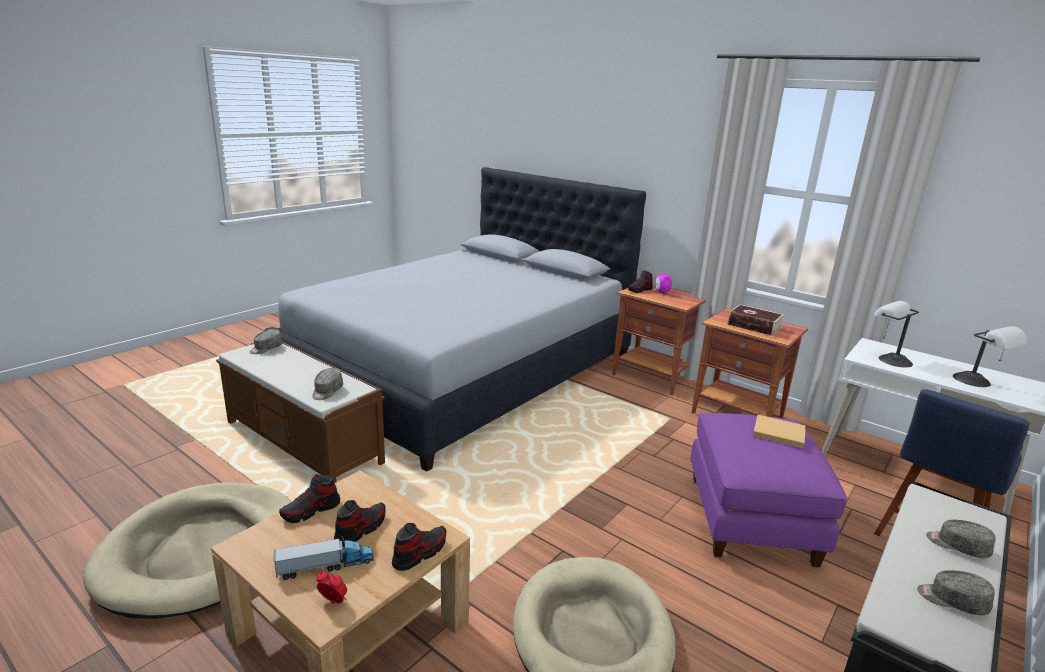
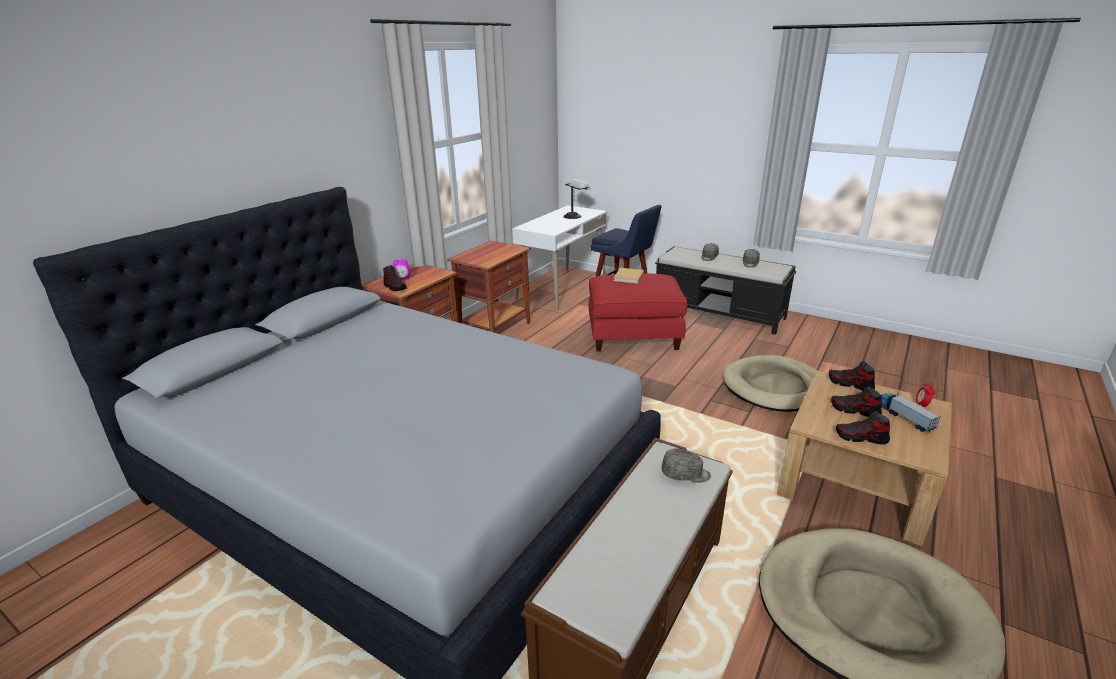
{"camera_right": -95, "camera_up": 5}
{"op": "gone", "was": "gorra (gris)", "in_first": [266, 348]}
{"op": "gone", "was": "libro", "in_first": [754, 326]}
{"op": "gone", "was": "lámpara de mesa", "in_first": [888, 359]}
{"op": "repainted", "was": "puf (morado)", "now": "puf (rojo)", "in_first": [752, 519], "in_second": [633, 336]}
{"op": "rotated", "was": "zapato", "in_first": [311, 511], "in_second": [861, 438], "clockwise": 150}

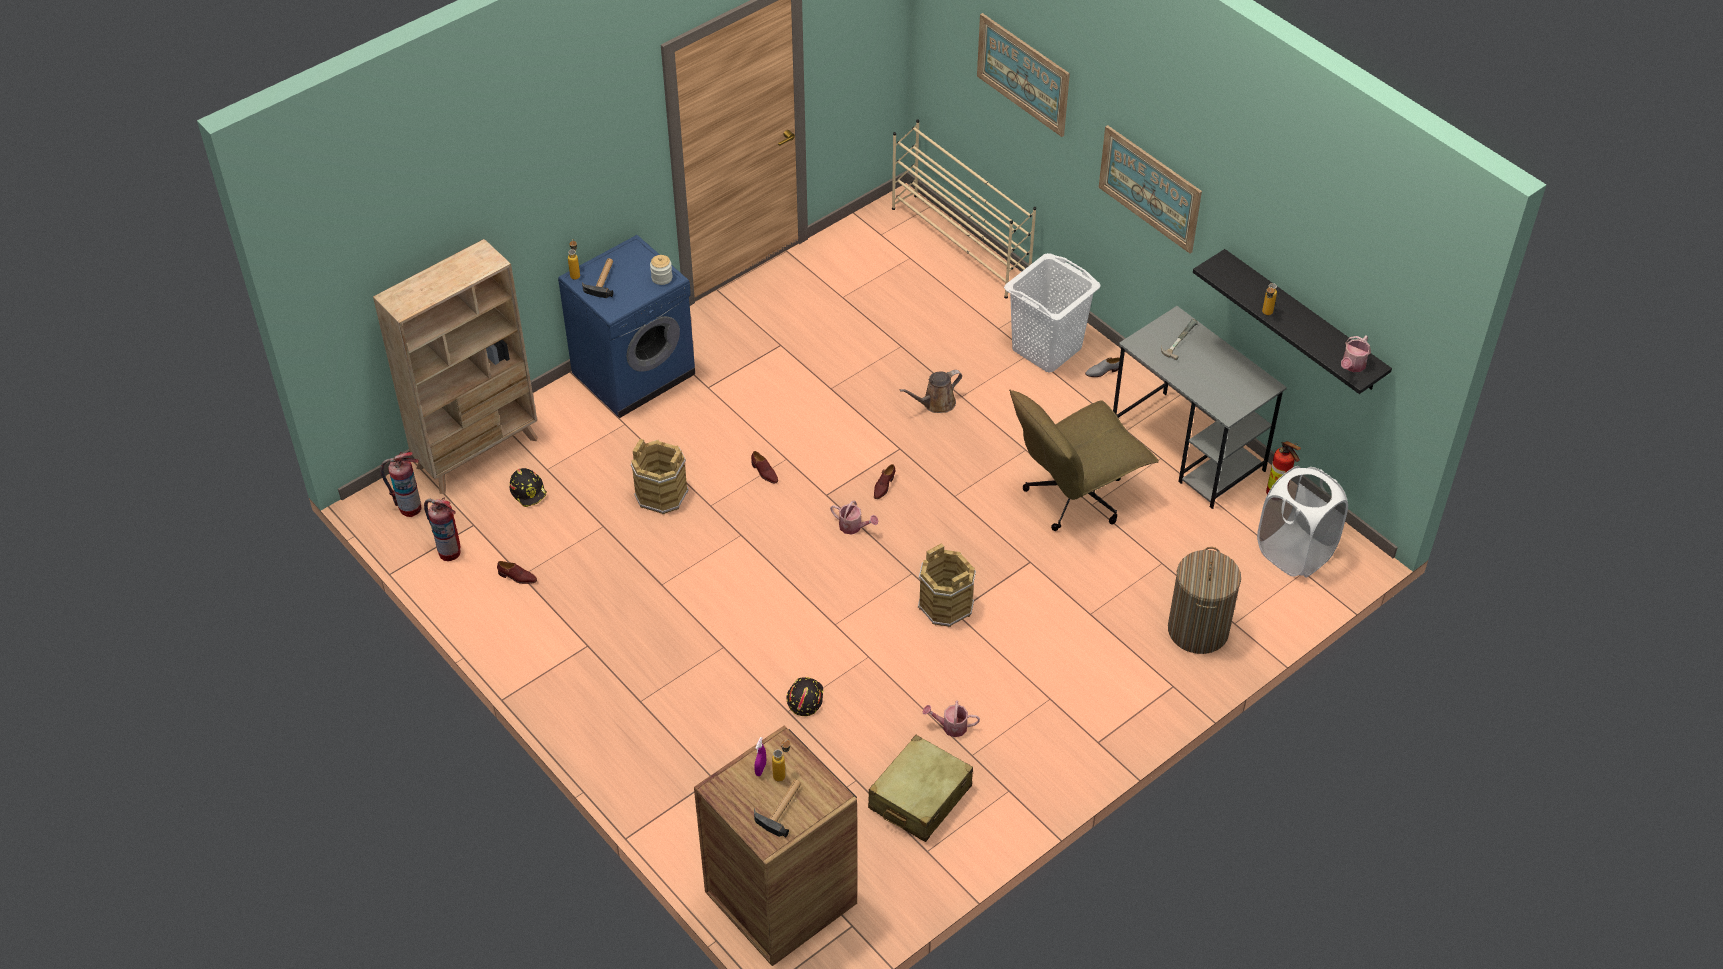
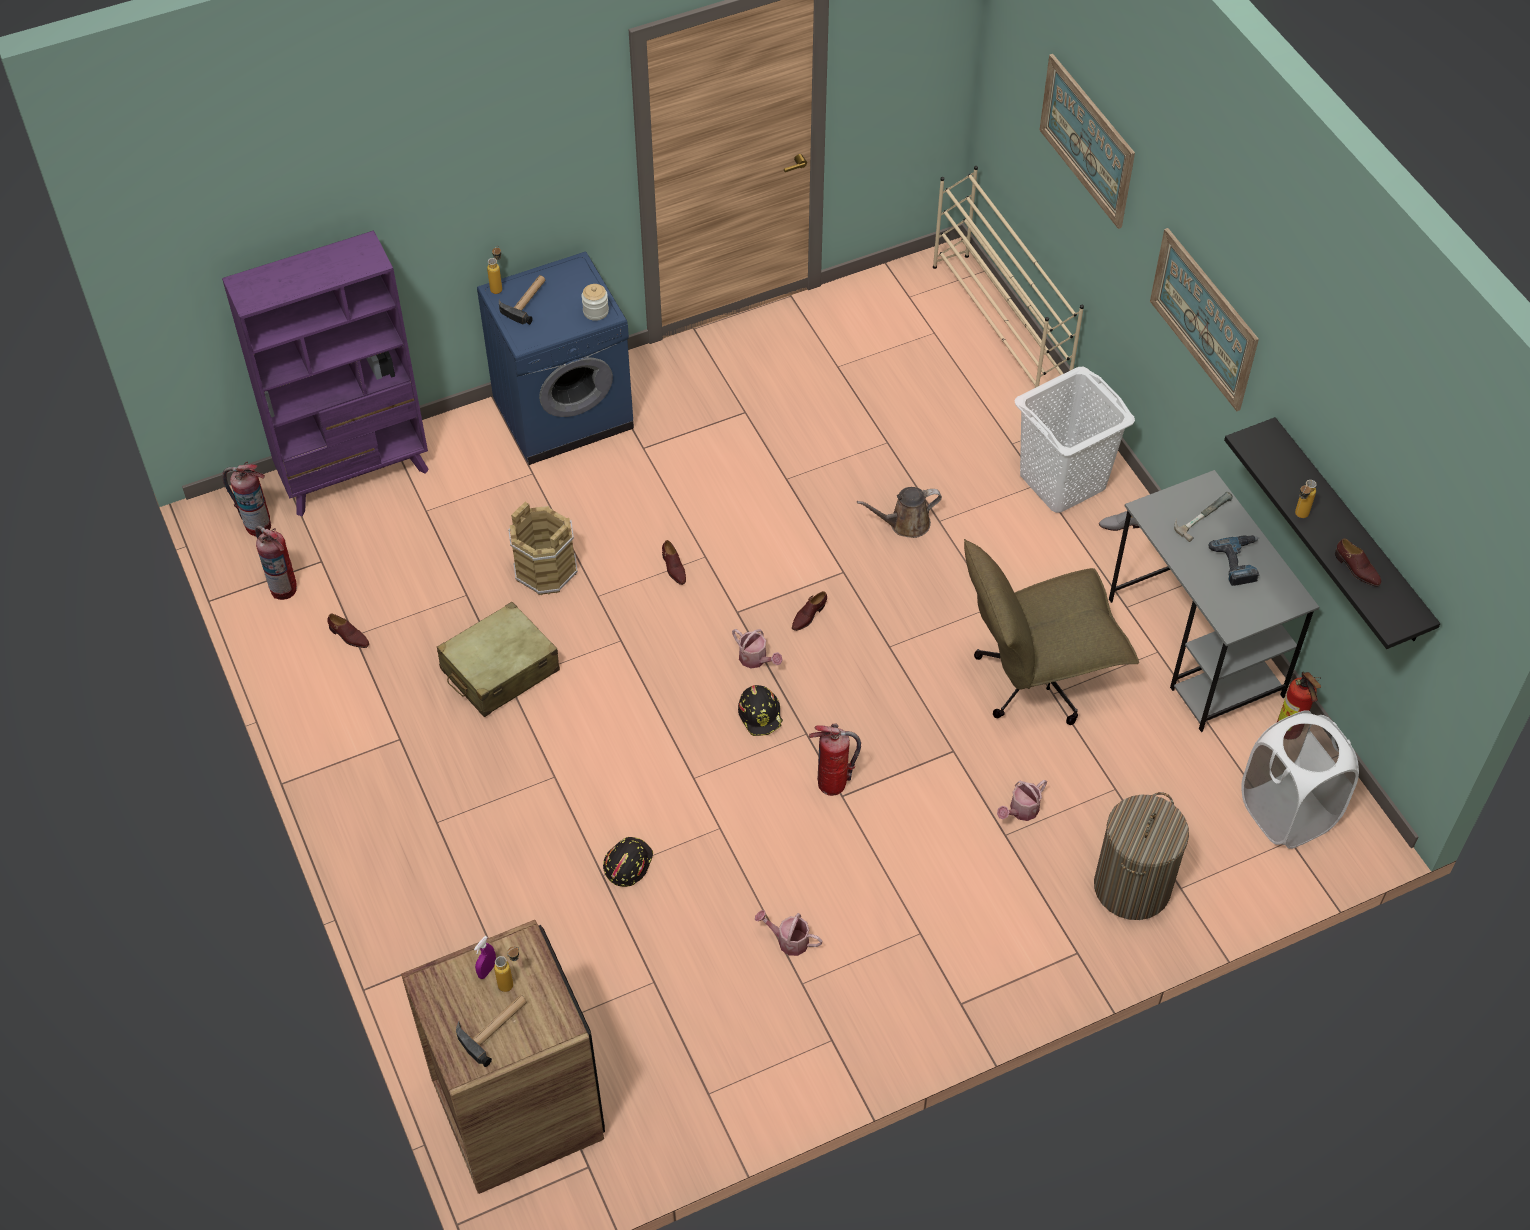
{"camera_right": 15, "camera_up": 5}
{"op": "new", "now": "taladro", "in_second": [1239, 562]}
{"op": "new", "now": "zapato (marrón)", "in_second": [1356, 569]}
{"op": "shifted", "was": "casco (negro)", "in_first": [528, 491], "in_second": [761, 714]}
{"op": "shifted", "was": "maleta (beis)", "in_first": [919, 798], "in_second": [499, 670]}
{"op": "shifted", "was": "regadera", "in_first": [1352, 366], "in_second": [1021, 811]}
{"op": "swapped", "was": "cubo (marrón)", "now": "extintor", "in_first": [945, 605], "in_second": [832, 784]}
{"op": "repainted", "was": "estantería (beis)", "now": "estantería (morado)", "in_first": [478, 453], "in_second": [356, 474]}

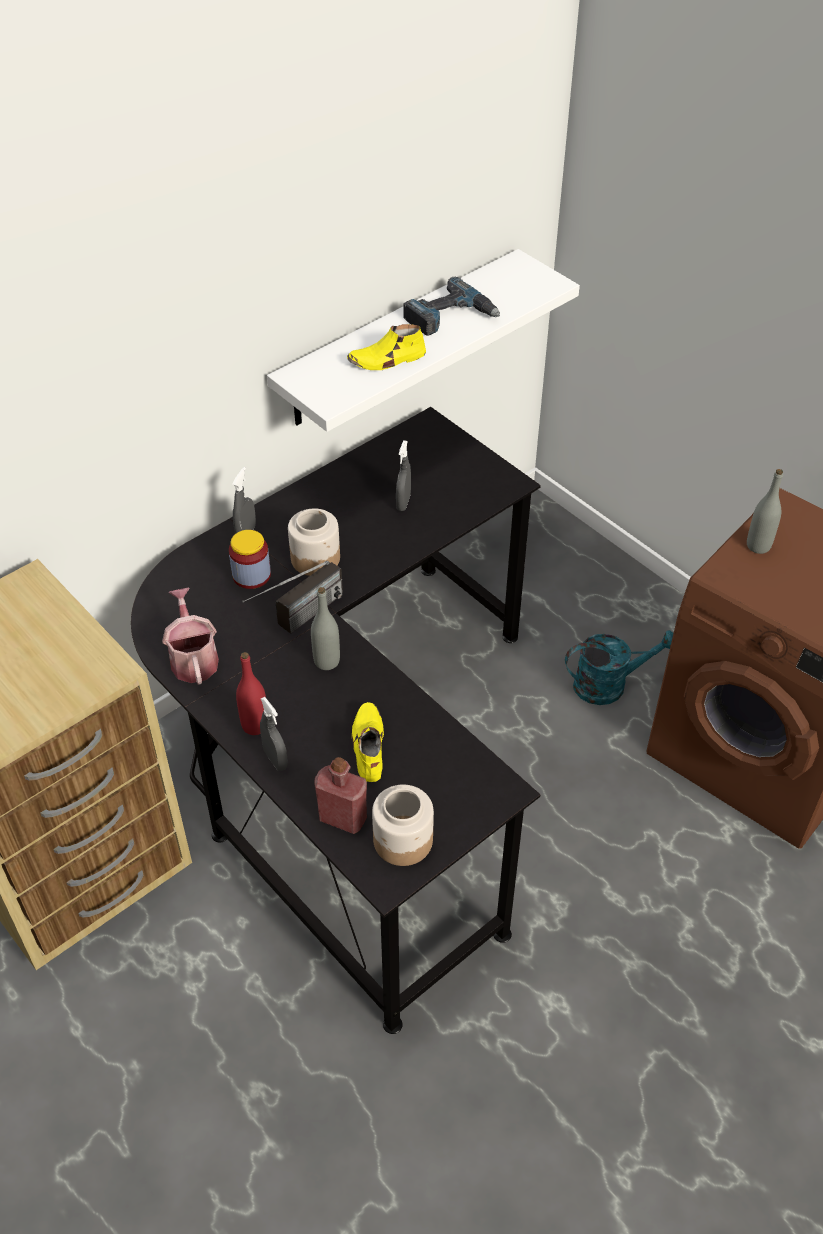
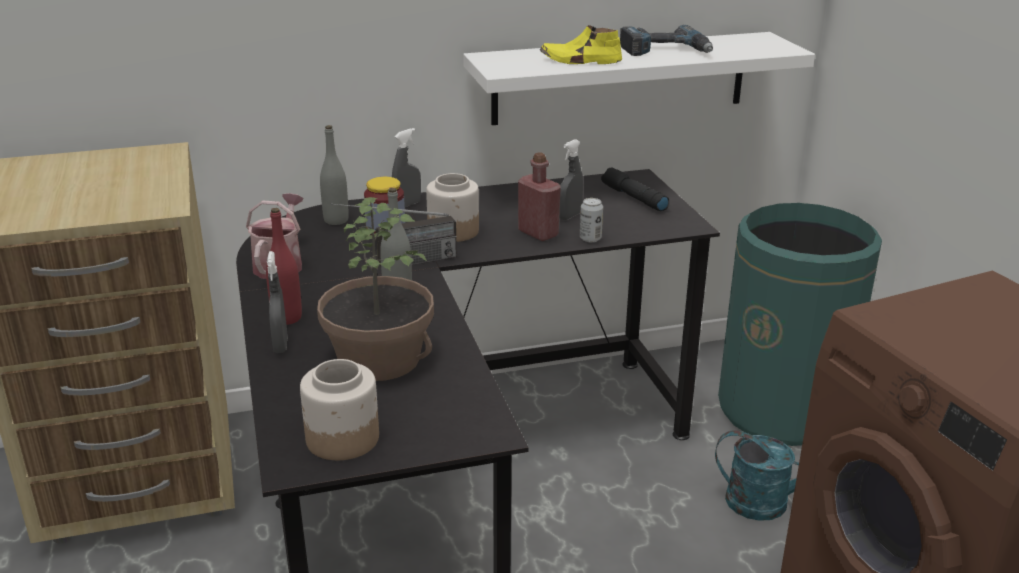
{"camera_right": 25, "camera_up": -20}
{"op": "new", "now": "lata", "in_second": [590, 238]}
{"op": "new", "now": "linterna (negro)", "in_second": [633, 198]}
{"op": "new", "now": "papelera (verde)", "in_second": [782, 410]}
{"op": "shifted", "was": "botella (rojo)", "in_first": [343, 818], "in_second": [538, 233]}
{"op": "shifted", "was": "botella (gris)", "in_first": [758, 546], "in_second": [336, 220]}
{"op": "swapped", "was": "zapato (amarillo)", "now": "planta en maceta", "in_first": [368, 746], "in_second": [378, 360]}

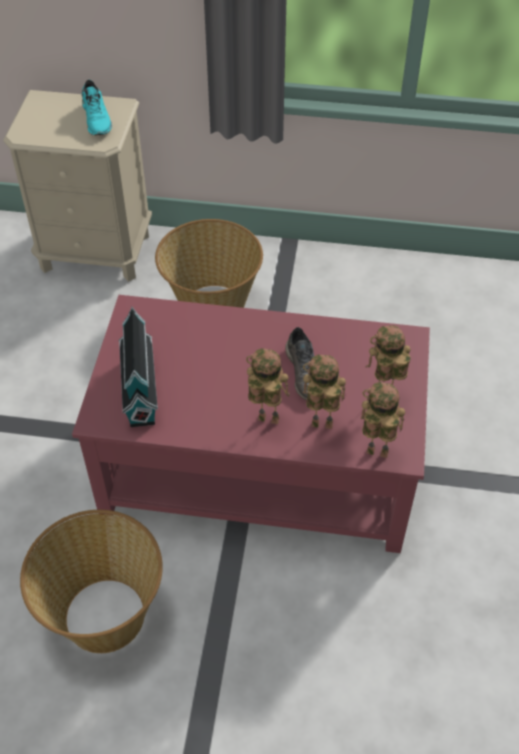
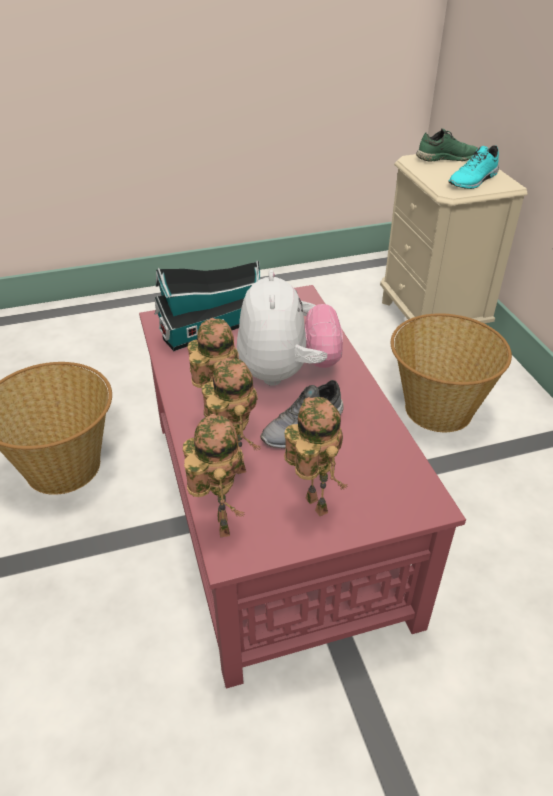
{"camera_right": 65, "camera_up": -10}
{"op": "new", "now": "peluche", "in_second": [286, 372]}
{"op": "new", "now": "zapato (verde)", "in_second": [446, 158]}

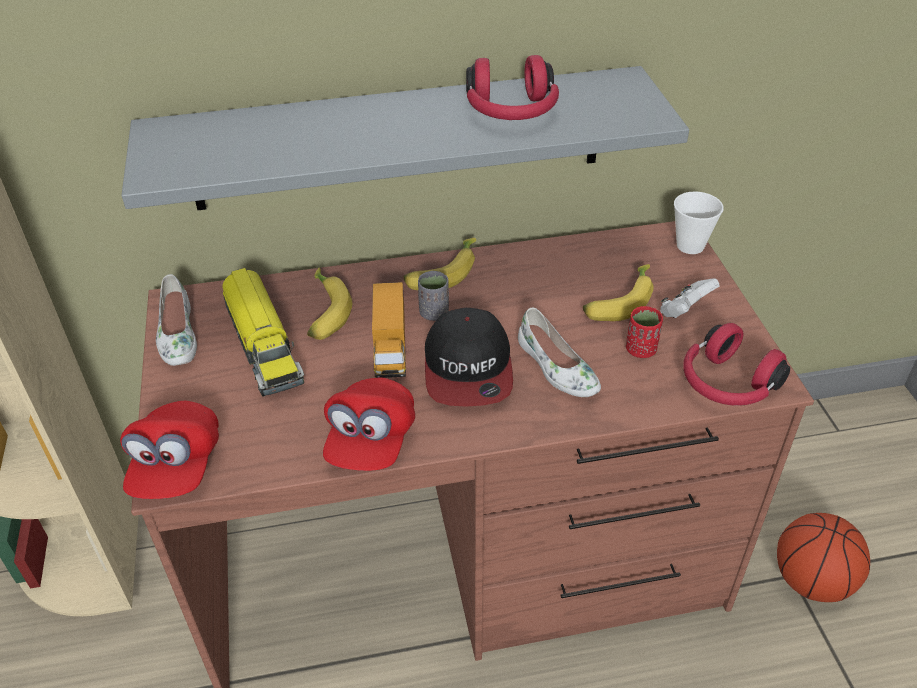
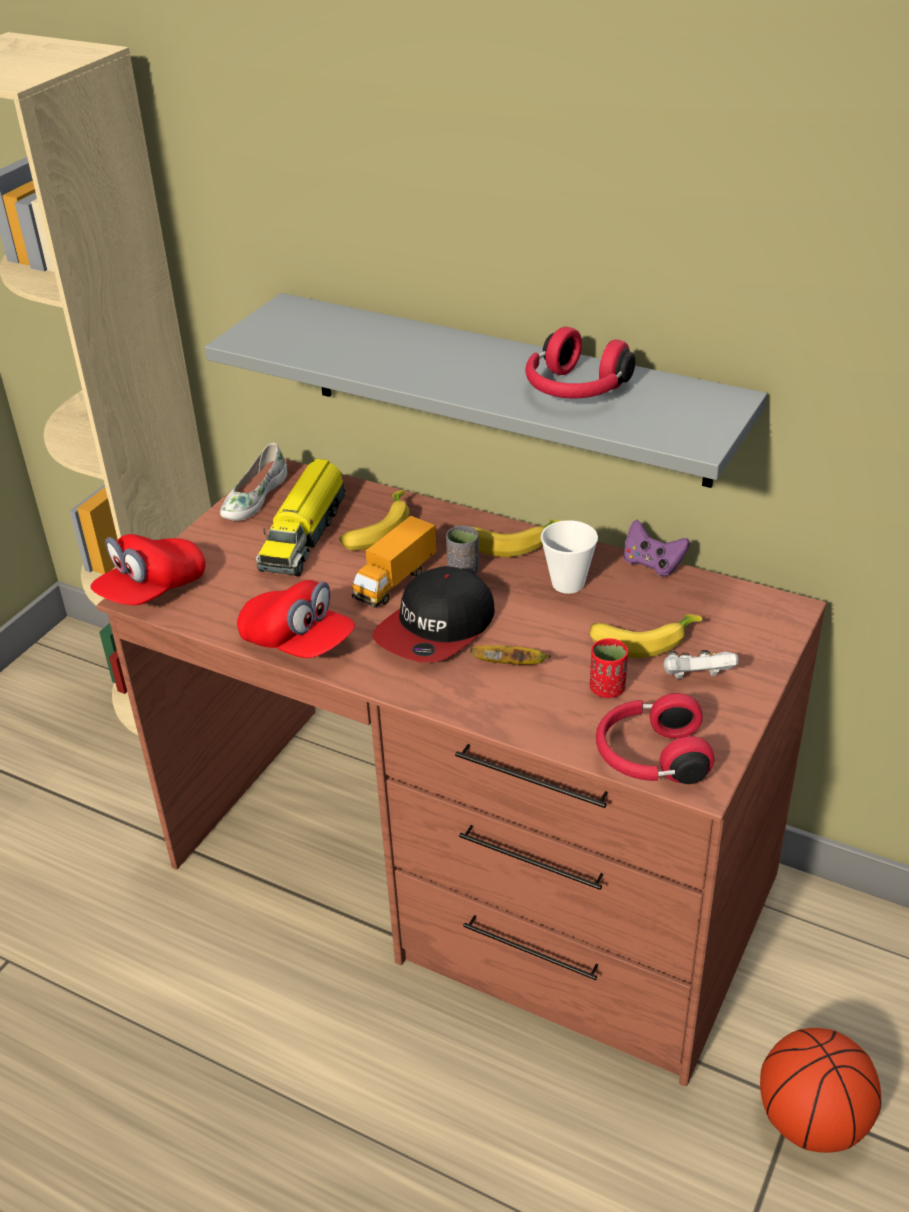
{"camera_right": 40, "camera_up": -5}
{"op": "new", "now": "mando de consola (morado)", "in_second": [652, 564]}
{"op": "shifted", "was": "taza", "in_first": [690, 246], "in_second": [568, 583]}
{"op": "swapped", "was": "zapato (blanco)", "now": "plátano", "in_first": [556, 367], "in_second": [511, 664]}
{"op": "rotated", "was": "gorra (rojo)", "in_first": [371, 441], "in_second": [298, 642], "clockwise": -105}

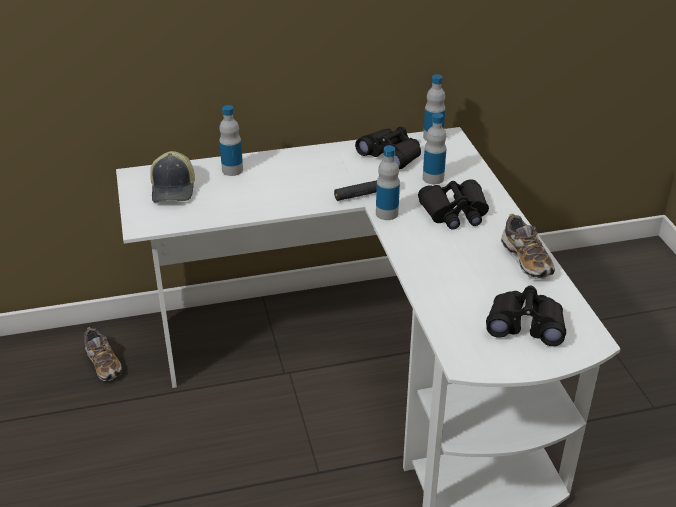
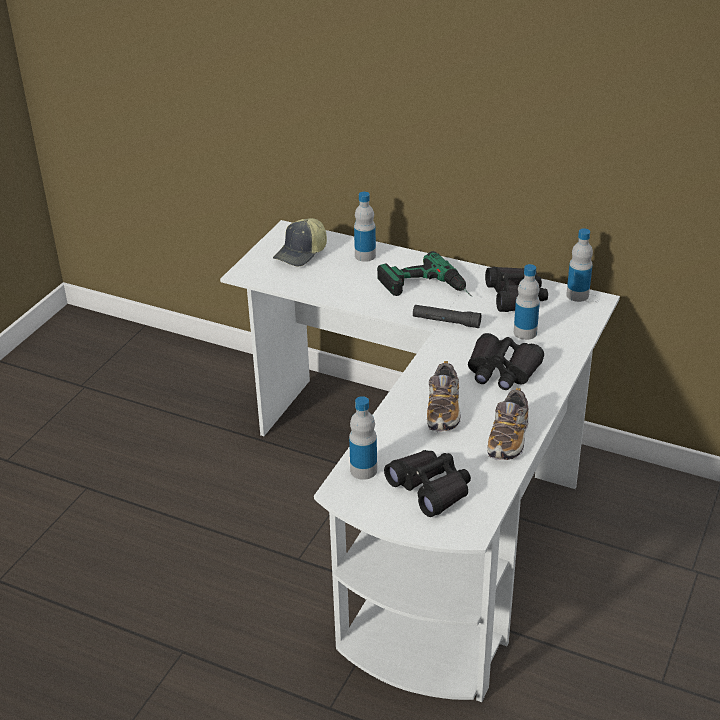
{"camera_right": 40, "camera_up": 0}
{"op": "new", "now": "taladro", "in_second": [427, 289]}
{"op": "shifted", "was": "zapato", "in_first": [103, 363], "in_second": [443, 411]}
{"op": "shifted", "was": "botella", "in_first": [387, 213], "in_second": [363, 470]}

